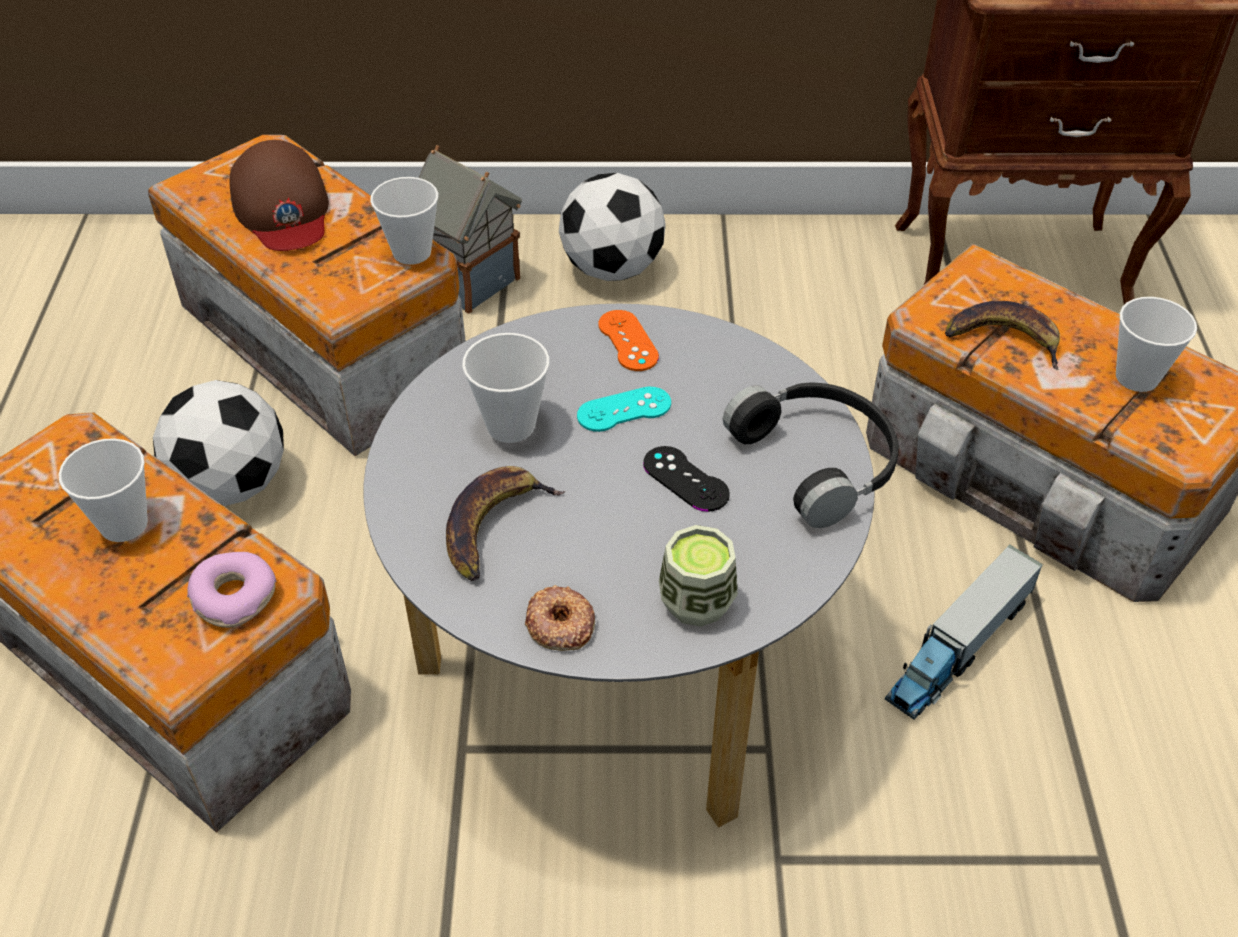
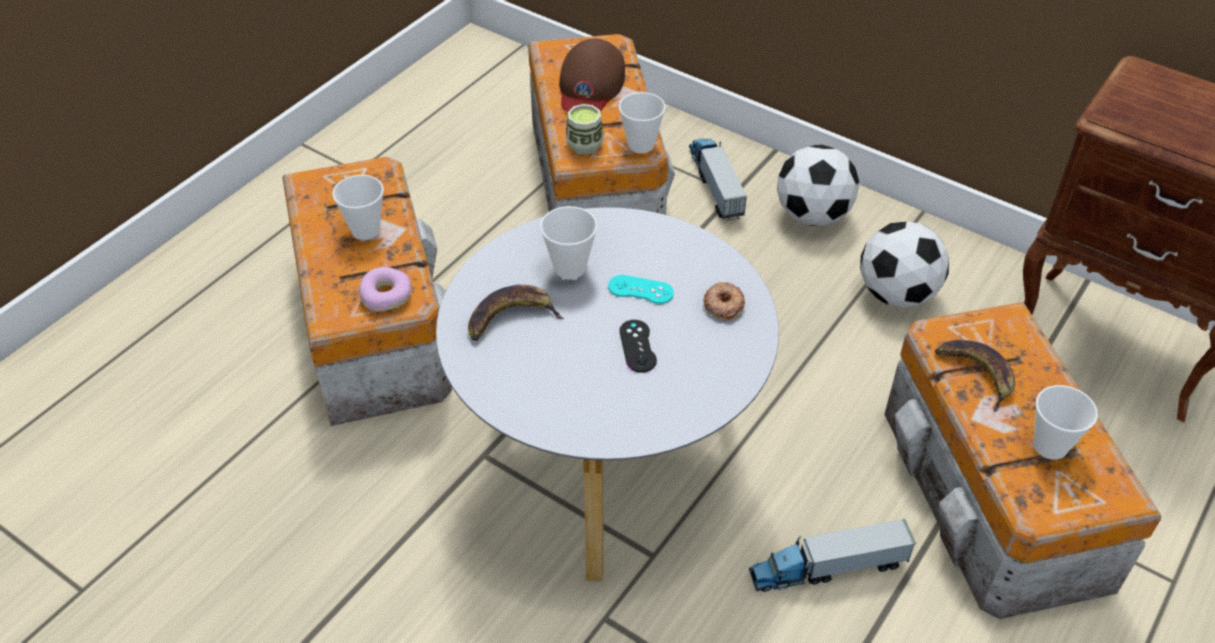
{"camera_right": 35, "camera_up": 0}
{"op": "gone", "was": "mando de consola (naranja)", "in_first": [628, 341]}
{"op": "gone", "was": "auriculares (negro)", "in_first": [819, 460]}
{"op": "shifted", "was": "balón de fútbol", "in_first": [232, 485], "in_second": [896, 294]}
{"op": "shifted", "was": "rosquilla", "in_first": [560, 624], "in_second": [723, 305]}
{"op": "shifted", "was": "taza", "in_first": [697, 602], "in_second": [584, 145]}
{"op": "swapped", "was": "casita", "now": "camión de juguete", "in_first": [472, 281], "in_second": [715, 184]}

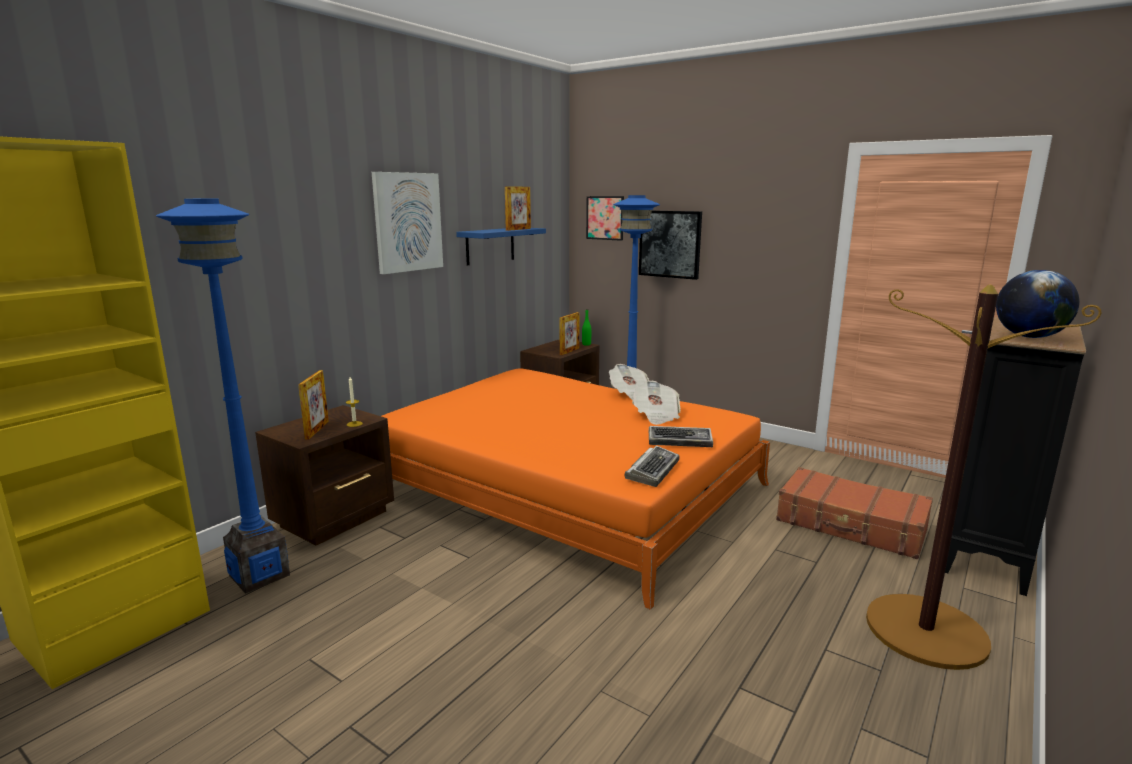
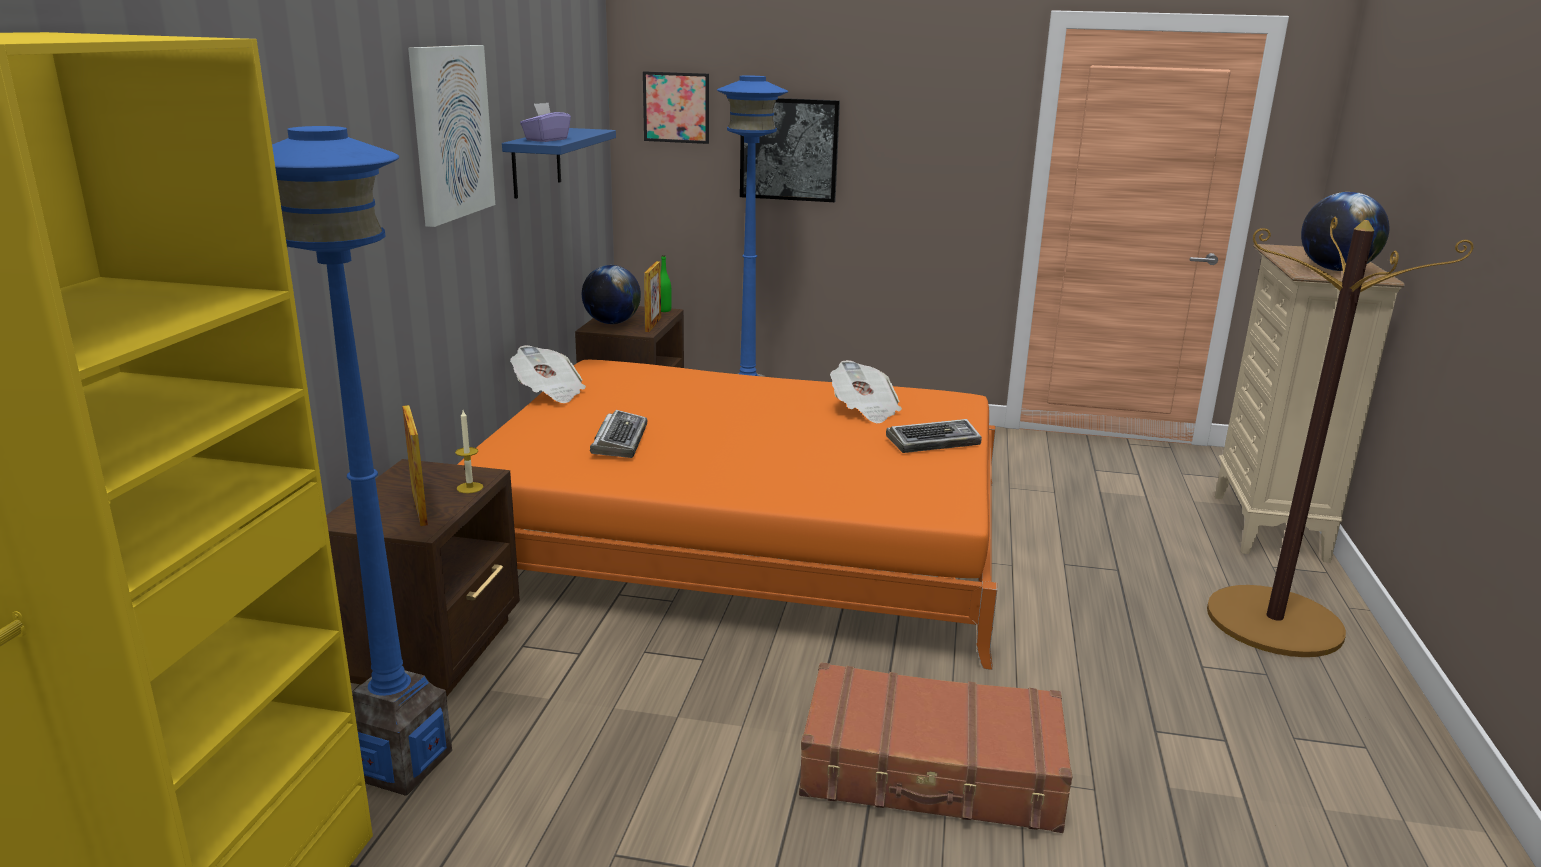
{"camera_right": -25, "camera_up": 5}
{"op": "gone", "was": "portarretratos", "in_first": [518, 229]}
{"op": "new", "now": "caja de pañuelos (morado)", "in_second": [546, 140]}
{"op": "new", "now": "globo terráqueo", "in_second": [612, 323]}
{"op": "shifted", "was": "periódico", "in_first": [631, 394], "in_second": [549, 392]}
{"op": "shifted", "was": "teclado", "in_first": [652, 471], "in_second": [619, 441]}
{"op": "shifted", "was": "maleta (marrón)", "in_first": [851, 525], "in_second": [931, 771]}
{"op": "repainted", "was": "cómoda (negro)", "now": "cómoda (beis)", "in_first": [984, 557], "in_second": [1266, 528]}

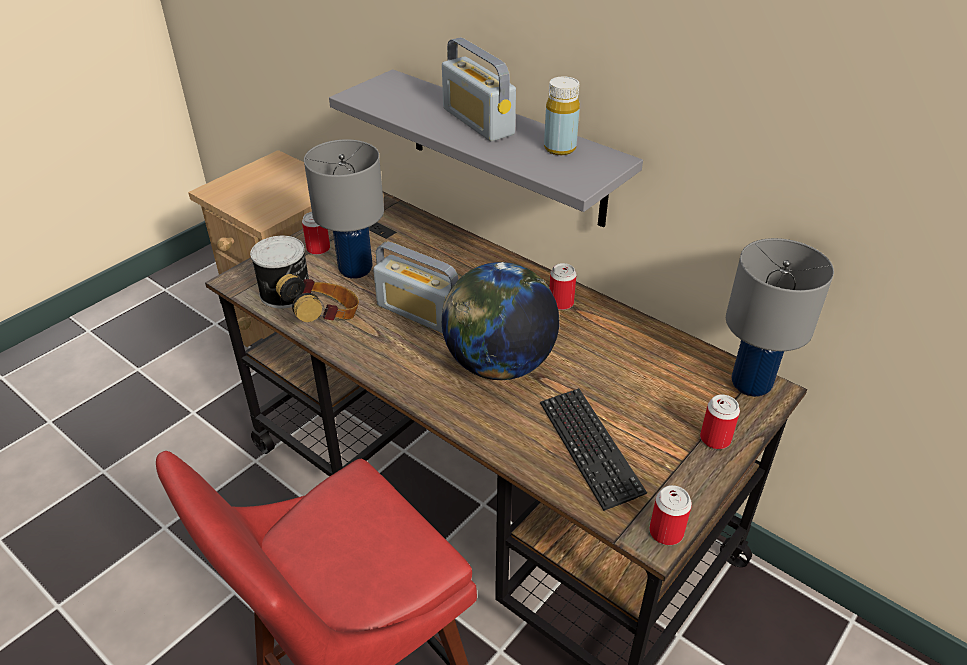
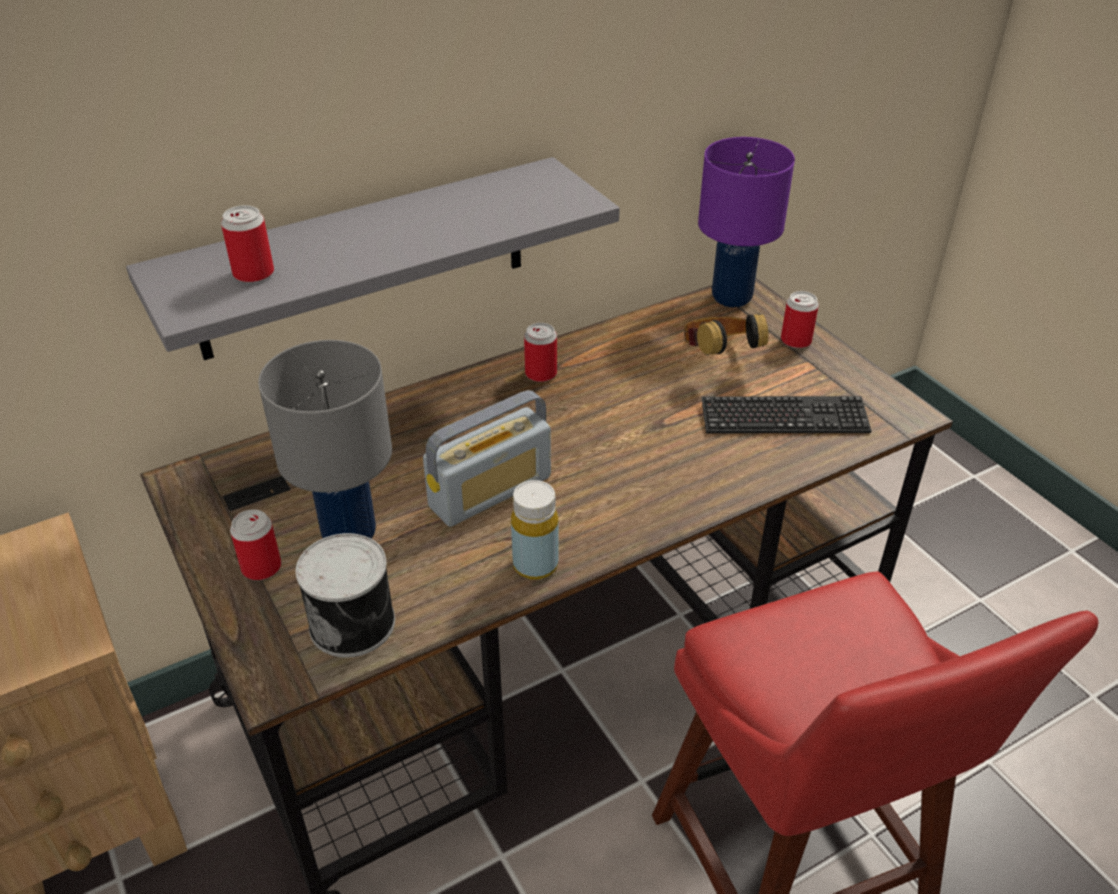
{"camera_right": -70, "camera_up": 0}
{"op": "gone", "was": "radio", "in_first": [478, 121]}
{"op": "gone", "was": "globo terráqueo", "in_first": [499, 365]}
{"op": "shifted", "was": "auriculares", "in_first": [325, 319], "in_second": [718, 357]}
{"op": "shifted", "was": "botella (amarillo)", "in_first": [559, 148], "in_second": [535, 565]}
{"op": "shifted", "was": "lata", "in_first": [666, 532], "in_second": [253, 273]}
{"op": "repainted", "was": "lámpara de mesa (gris)", "now": "lámpara de mesa (morado)", "in_first": [748, 385], "in_second": [731, 299]}

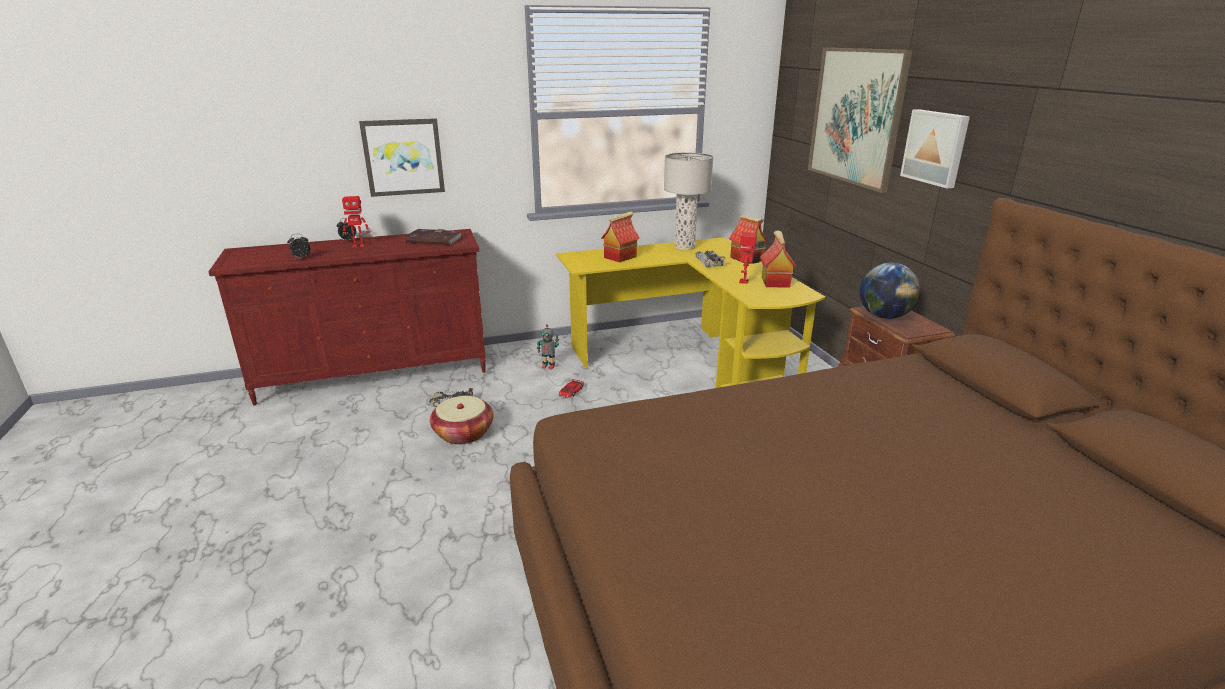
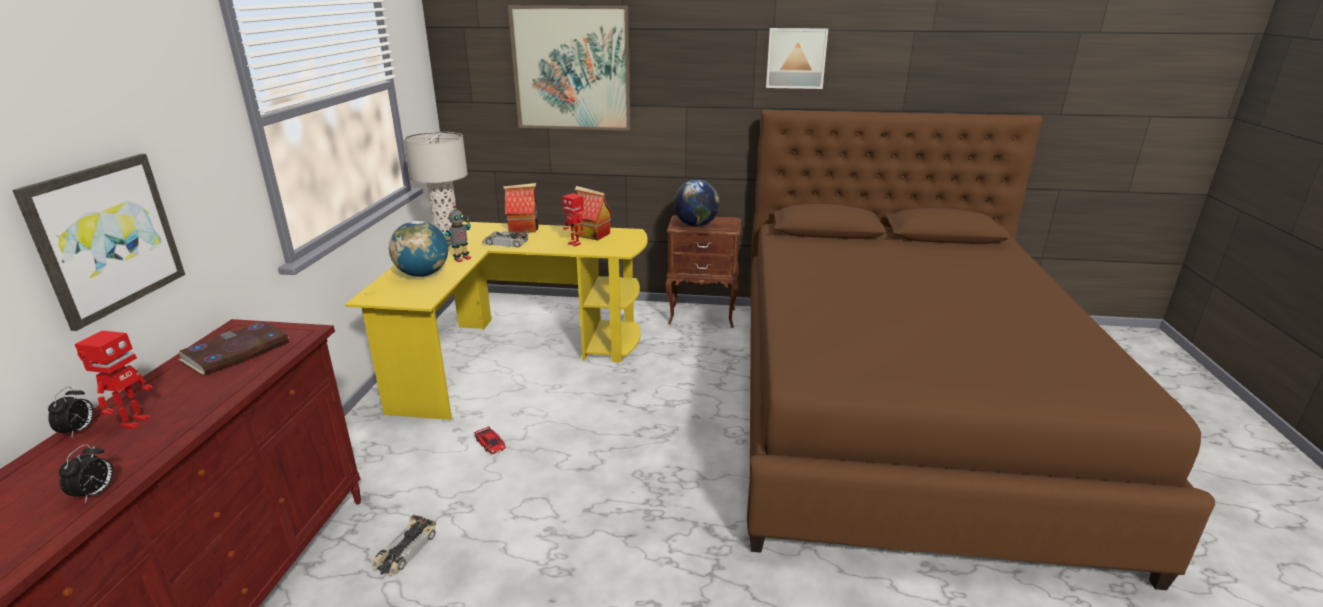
{"camera_right": -65, "camera_up": 0}
{"op": "gone", "was": "cesta", "in_first": [463, 433]}
{"op": "shifted", "was": "robot de juguete", "in_first": [548, 366], "in_second": [462, 259]}
{"op": "shifted", "was": "cuadro", "in_first": [936, 147], "in_second": [796, 58]}
{"op": "swapped", "was": "casita", "now": "globo terráqueo", "in_first": [620, 257], "in_second": [423, 274]}

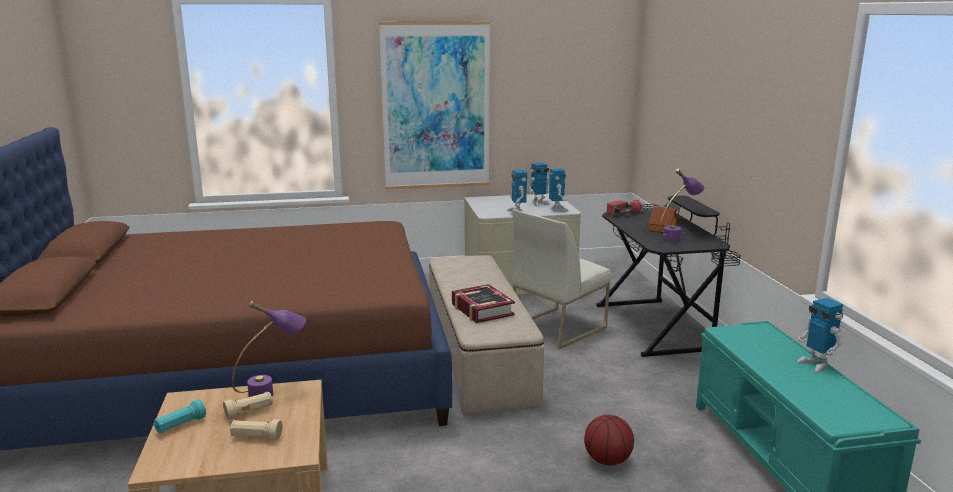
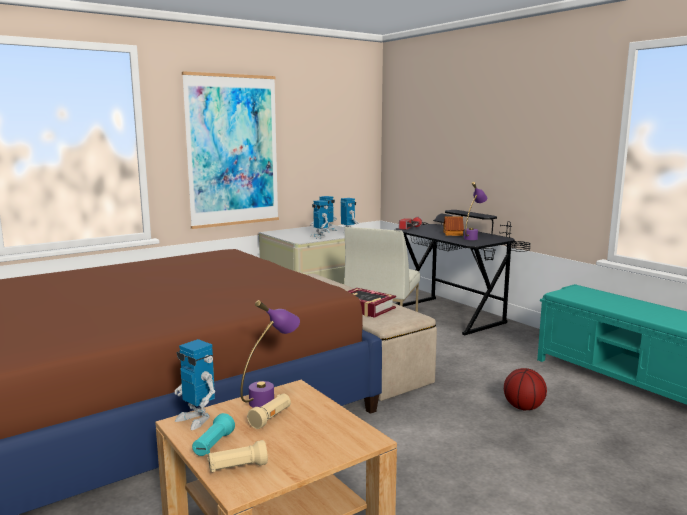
{"camera_right": -25, "camera_up": -5}
{"op": "shifted", "was": "linterna (beis)", "in_first": [256, 437], "in_second": [237, 467]}
{"op": "shifted", "was": "robot de juguete", "in_first": [816, 364], "in_second": [196, 419]}

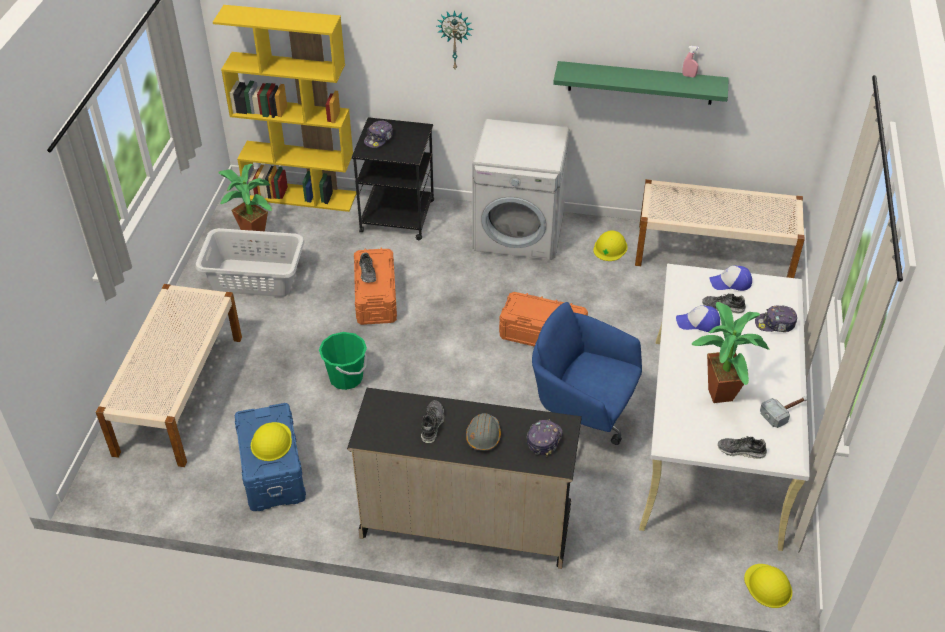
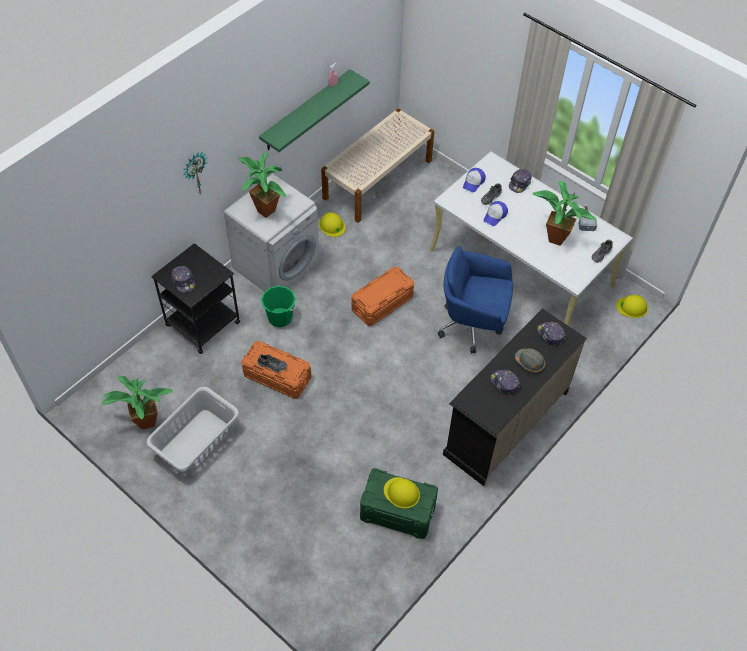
{"camera_right": -60, "camera_up": 10}
{"op": "gone", "was": "banco (beis)", "in_first": [179, 394]}
{"op": "gone", "was": "estantería (amarillo)", "in_first": [301, 196]}
{"op": "new", "now": "planta en maceta", "in_second": [265, 208]}
{"op": "shifted", "was": "cubo (verde)", "in_first": [346, 378], "in_second": [280, 317]}
{"op": "swapped", "was": "zapato", "now": "gorra", "in_first": [432, 424], "in_second": [504, 383]}
{"op": "repainted", "was": "caja de almacenaje (azul)", "now": "caja de almacenaje (verde)", "in_first": [274, 472], "in_second": [398, 511]}
{"op": "rotated", "was": "silla de oficina (azul)", "in_first": [580, 428], "in_second": [472, 327], "clockwise": 45}

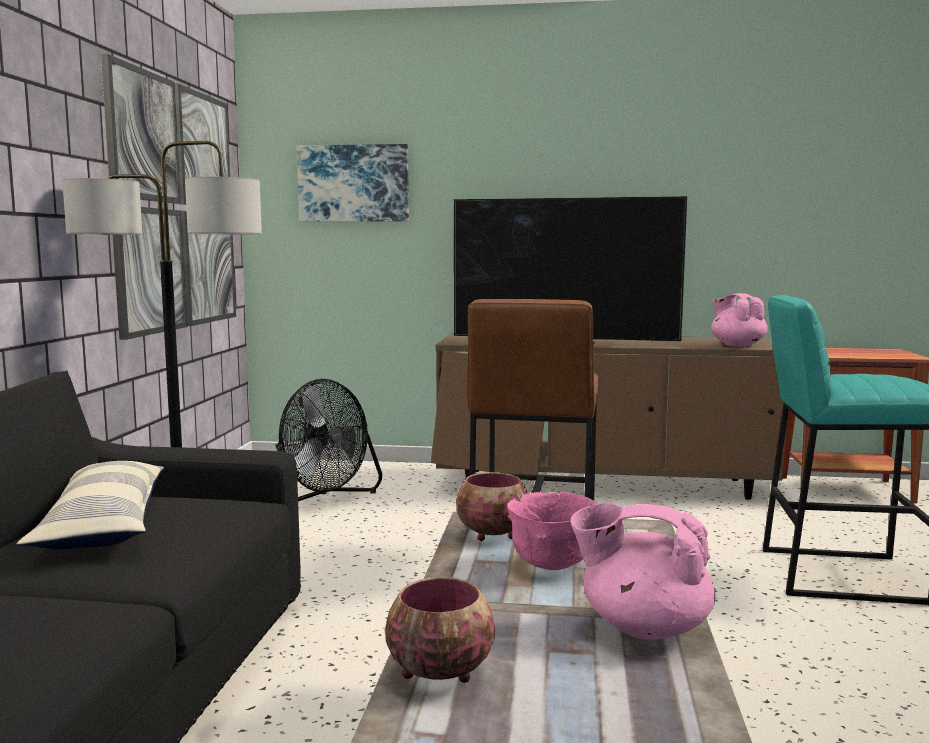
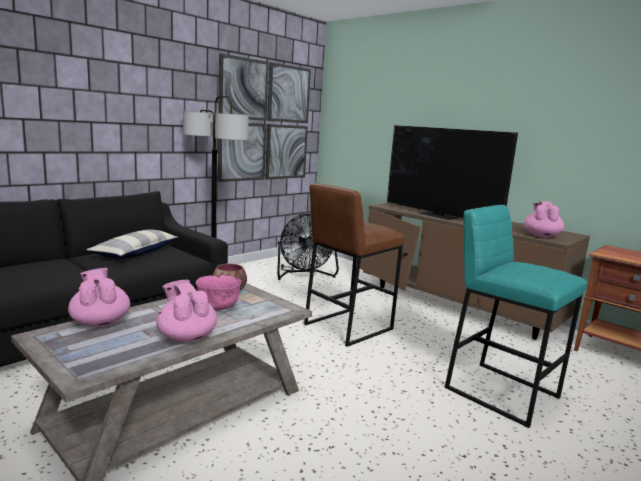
{"camera_right": 35, "camera_up": 5}
{"op": "gone", "was": "cuadro", "in_first": [354, 183]}
{"op": "swapped", "was": "cuenco", "now": "tetera (rosa)", "in_first": [439, 672], "in_second": [100, 322]}

